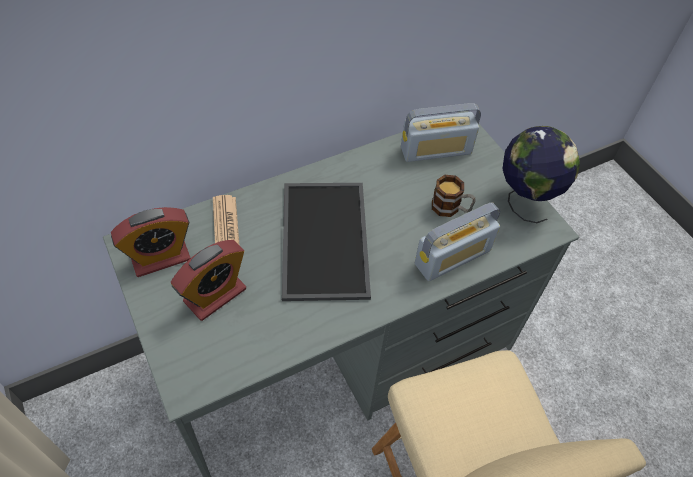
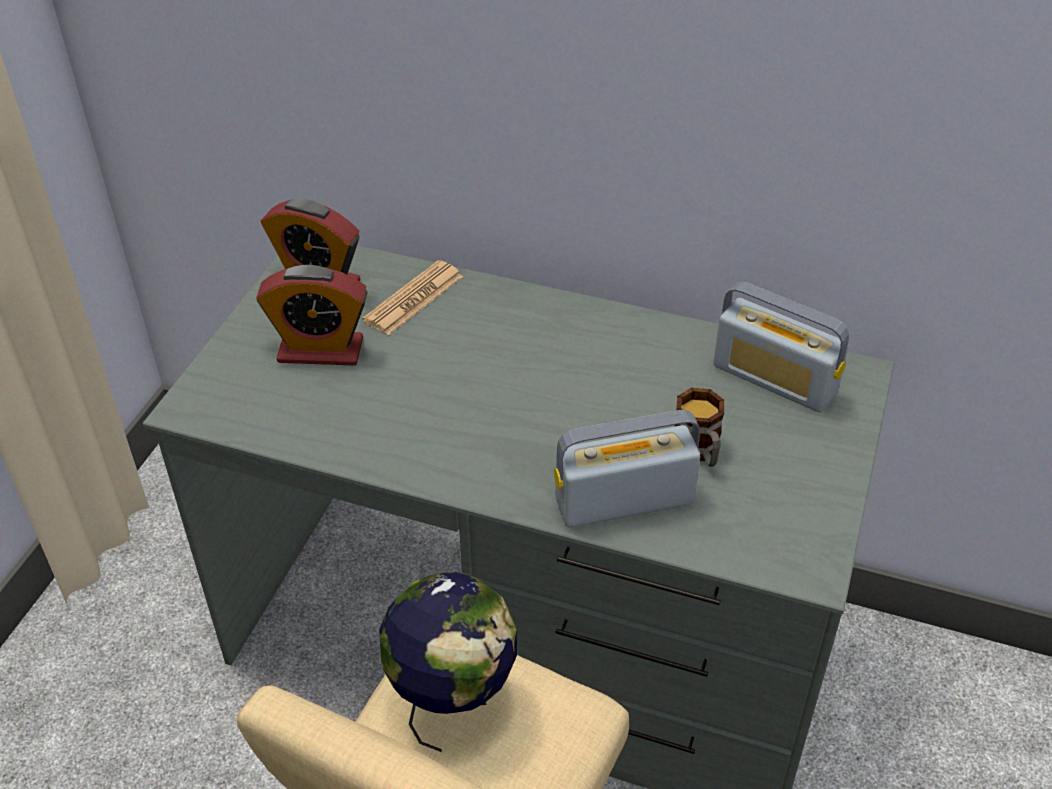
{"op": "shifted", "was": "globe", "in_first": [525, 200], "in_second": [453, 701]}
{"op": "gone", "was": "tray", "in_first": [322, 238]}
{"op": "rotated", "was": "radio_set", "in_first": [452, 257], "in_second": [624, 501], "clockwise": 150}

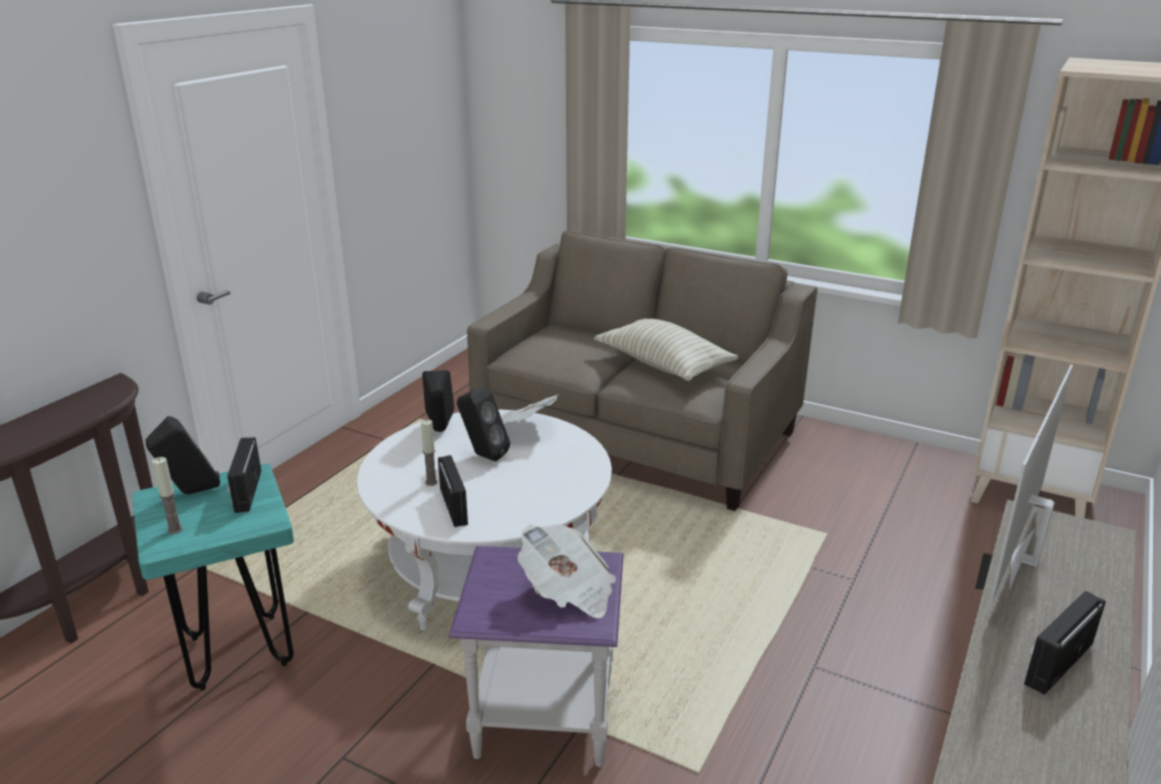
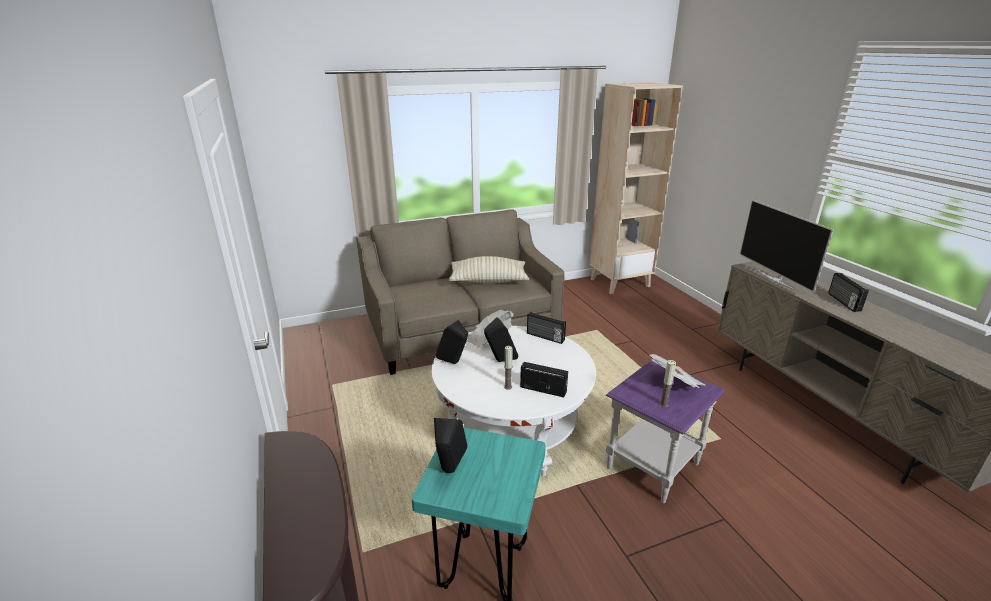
{"op": "shifted", "was": "radio_set", "in_first": [246, 491], "in_second": [545, 337]}
{"op": "shifted", "was": "wax_light", "in_first": [175, 530], "in_second": [663, 404]}

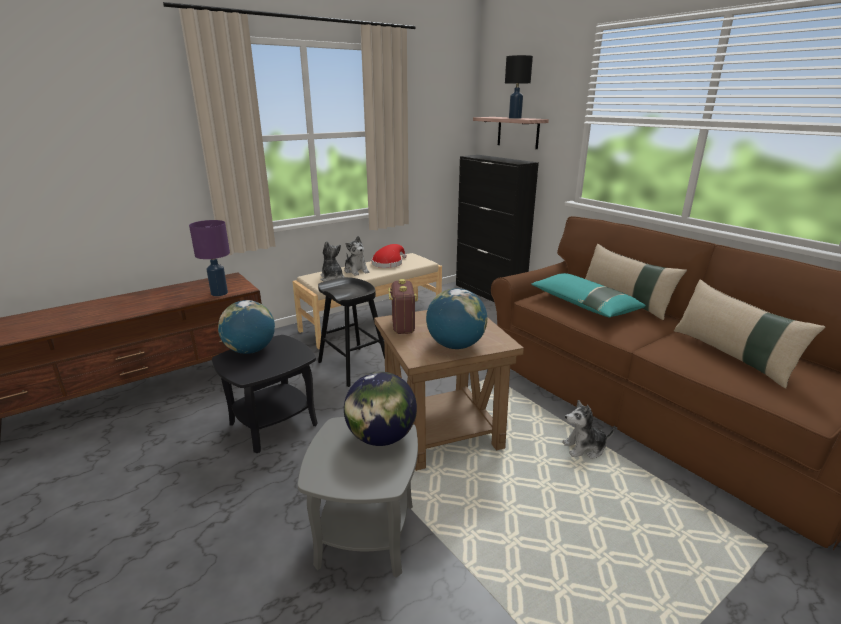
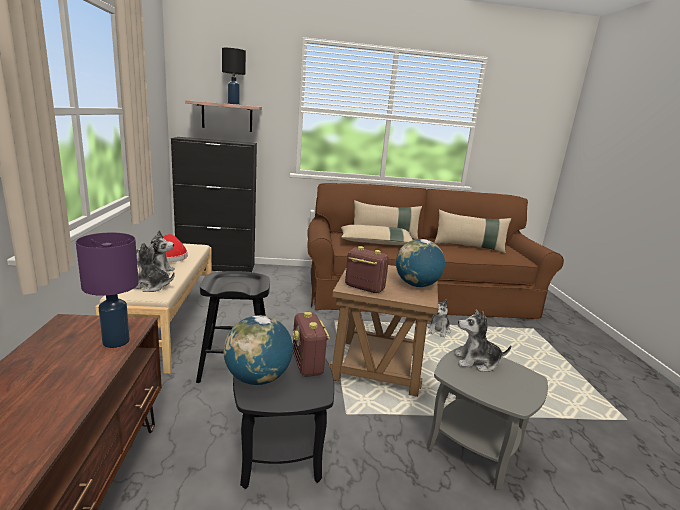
{"op": "repainted", "was": "turquoise-coloured_cushion", "now": "beige_cushion", "in_first": [583, 304], "in_second": [376, 243]}
{"op": "swapped", "was": "globe", "now": "cuddly_toy", "in_first": [381, 438], "in_second": [476, 362]}
{"op": "new", "now": "radio_set", "in_second": [307, 364]}

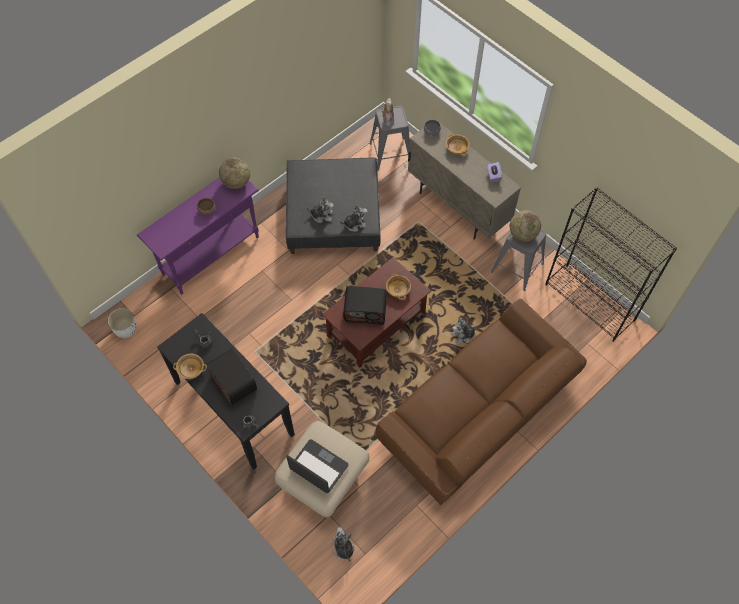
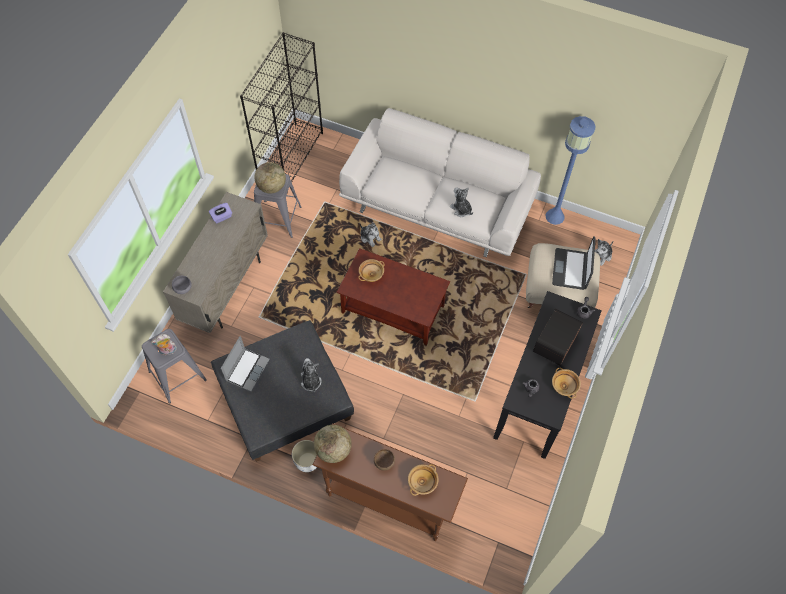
{"op": "shifted", "was": "beige_deep_dish", "in_first": [456, 148], "in_second": [422, 482]}
{"op": "repainted", "was": "purple_hall_table", "now": "brownish_hall_table", "in_first": [211, 255], "in_second": [388, 500]}
{"op": "shifted", "was": "cuddly_toy", "in_first": [354, 224], "in_second": [461, 209]}
{"op": "gone", "was": "radio_set", "in_first": [365, 311]}
{"op": "repainted", "was": "brownish_couch", "now": "white_couch", "in_first": [477, 413], "in_second": [438, 205]}
{"op": "shifted", "was": "white_plant_pot", "in_first": [125, 329], "in_second": [307, 461]}
{"op": "new", "now": "blue_standard_lamp", "in_second": [555, 216]}
{"op": "new", "now": "portable_computer", "in_second": [247, 369]}

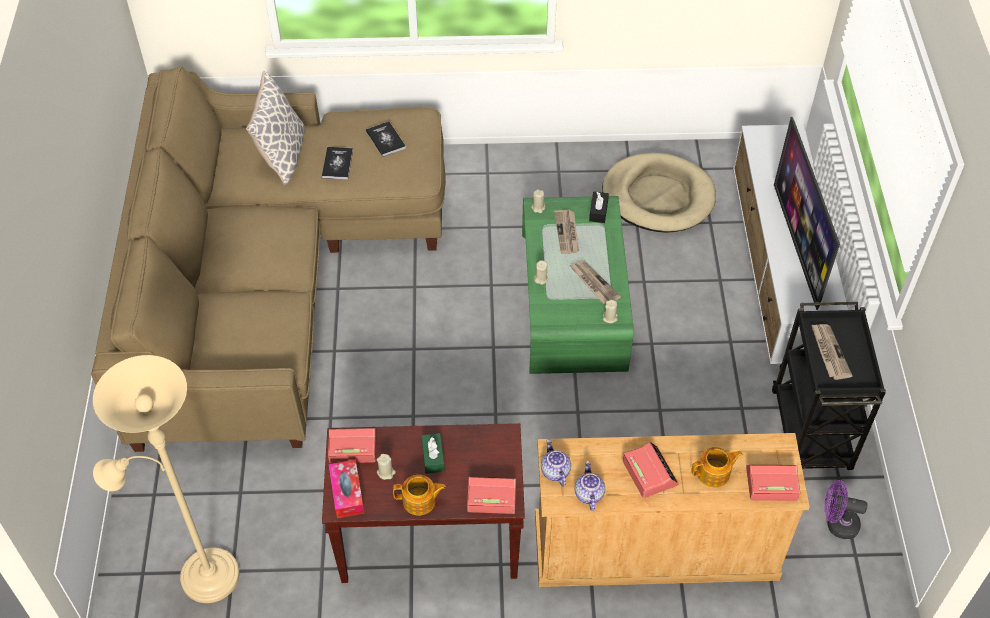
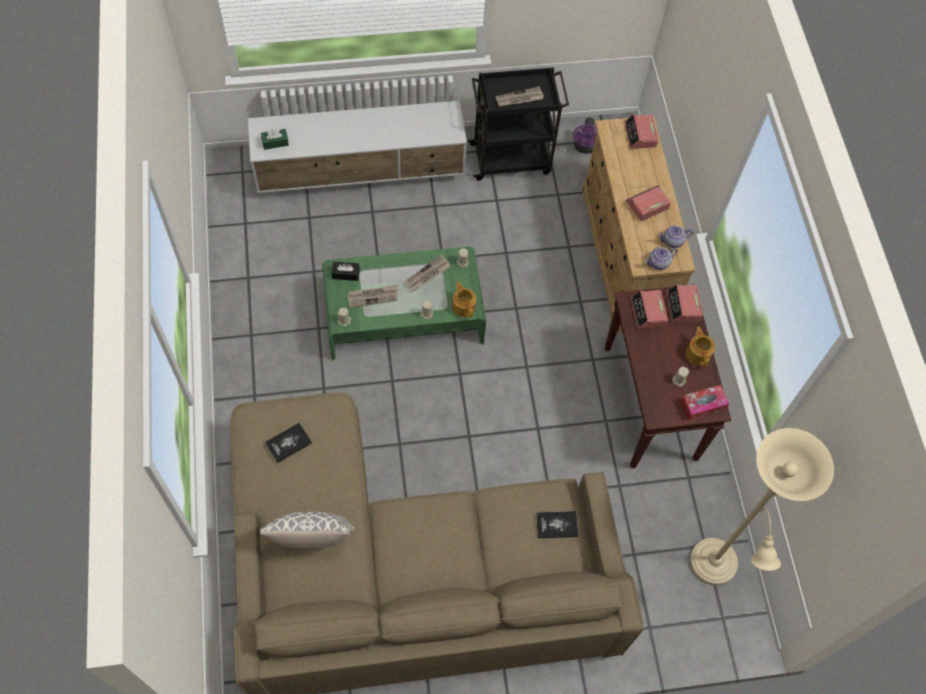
{"op": "gone", "was": "TV", "in_first": [797, 245]}
{"op": "shifted", "was": "volume", "in_first": [337, 164], "in_second": [556, 525]}
{"op": "gone", "was": "beige_pet_bed", "in_first": [658, 196]}
{"op": "shifted", "was": "alarm_clock", "in_first": [352, 447], "in_second": [648, 312]}
{"op": "shifted", "was": "greenish_tissue_box", "in_first": [433, 457], "in_second": [275, 142]}
{"op": "shifted", "was": "tea_pot", "in_first": [714, 473], "in_second": [463, 306]}

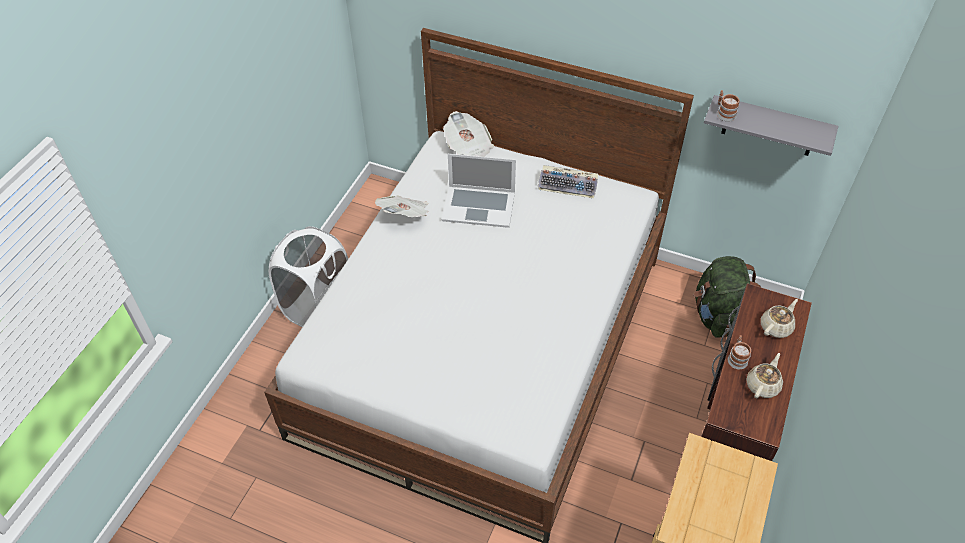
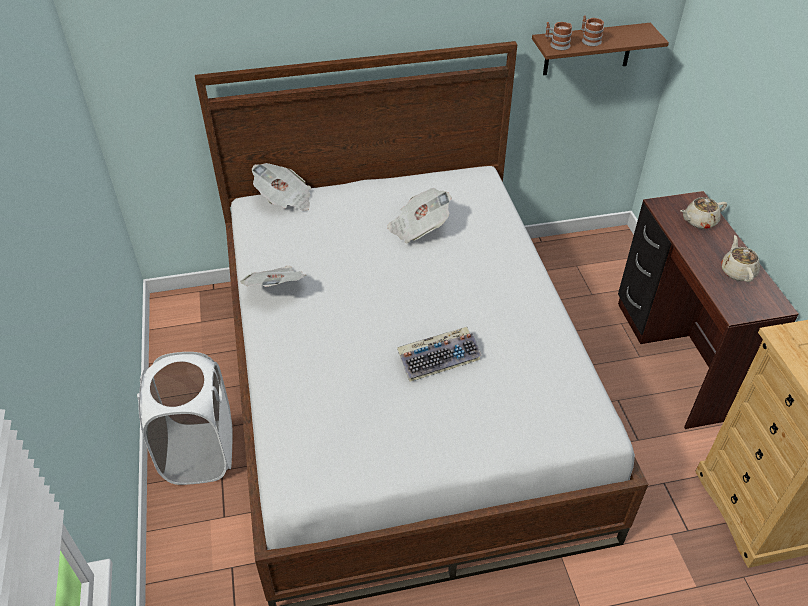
{"op": "repainted", "was": "grey_bracket_shelf", "now": "brownish_bracket_shelf", "in_first": [769, 127], "in_second": [588, 49]}
{"op": "gone", "was": "portable_computer", "in_first": [479, 206]}
{"op": "shifted", "was": "PC_keyboard", "in_first": [568, 185], "in_second": [439, 357]}
{"op": "gone", "was": "greenish_knapsack", "in_first": [717, 315]}
{"op": "rotated", "was": "beige_tea_pot", "in_first": [776, 327], "in_second": [699, 221], "clockwise": -120}
{"op": "shifted", "was": "tea_mug", "in_first": [737, 358], "in_second": [589, 40]}
{"op": "new", "now": "printed_paper", "in_second": [418, 228]}

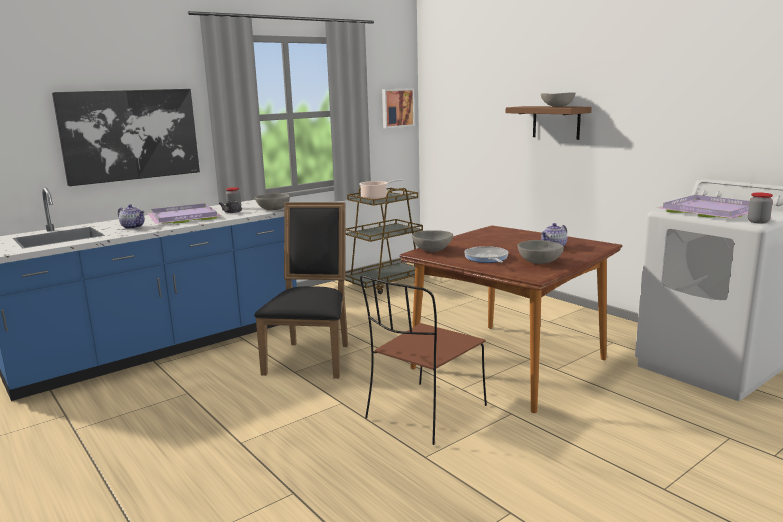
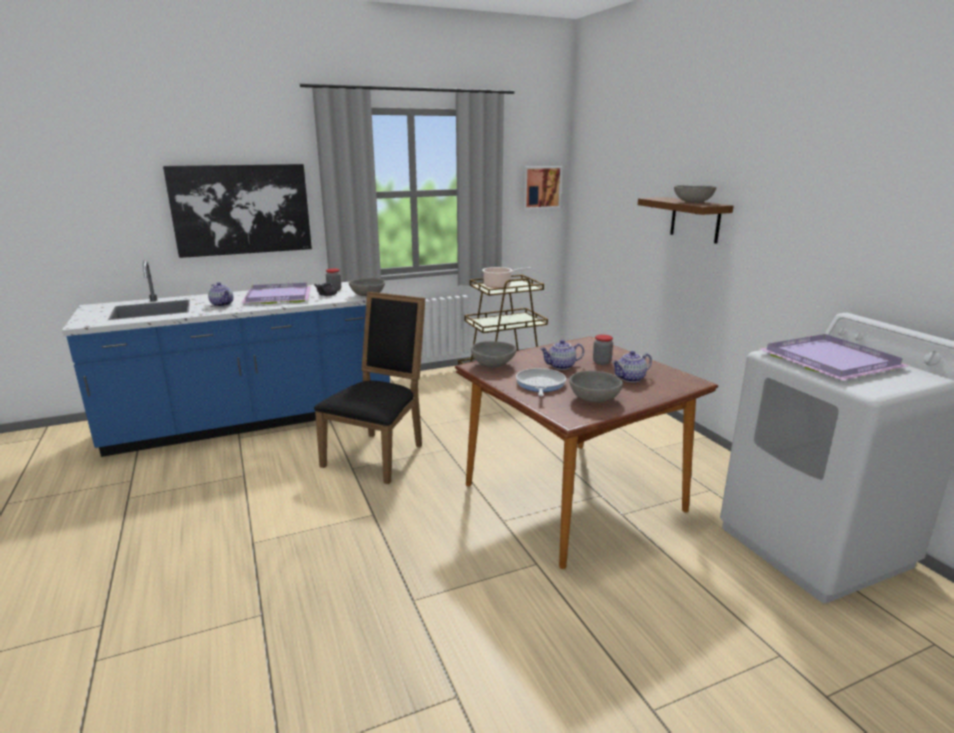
{"op": "shifted", "was": "preserve_jar", "in_first": [758, 222], "in_second": [602, 362]}
{"op": "gone", "was": "brownish_plain_chair", "in_first": [424, 413]}
{"op": "new", "now": "tea_pot", "in_second": [561, 366]}

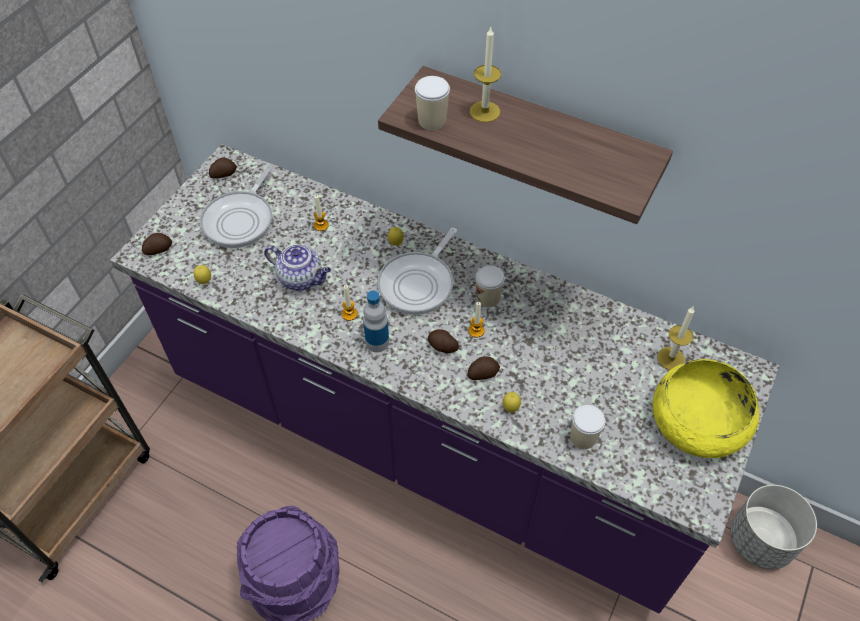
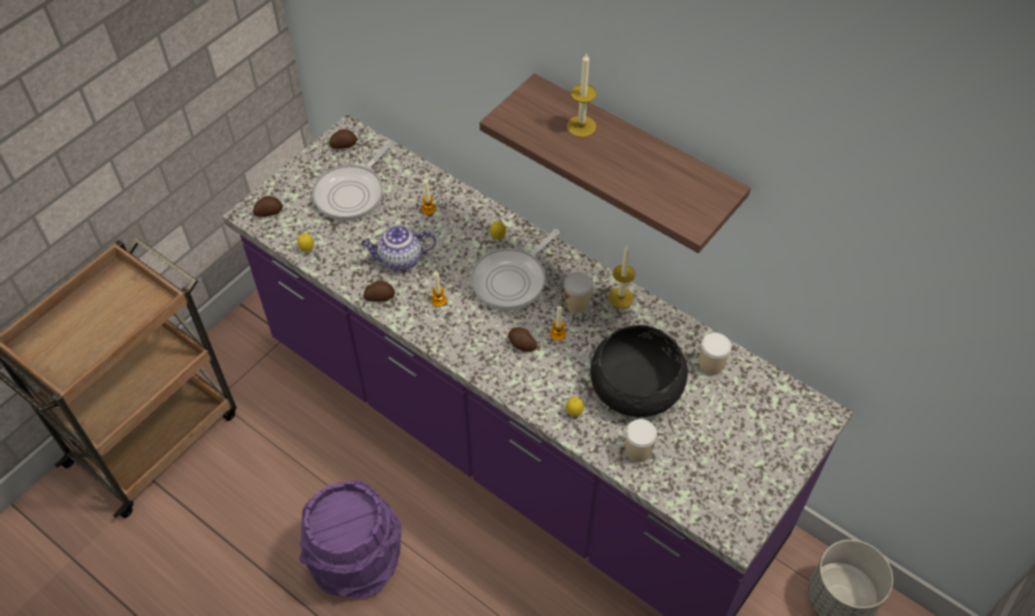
{"op": "shifted", "was": "small_cup", "in_first": [432, 120], "in_second": [711, 365]}
{"op": "rotated", "was": "tea_pot", "in_first": [302, 278], "in_second": [400, 259], "clockwise": 135}
{"op": "gone", "was": "beverage_bottle", "in_first": [377, 342]}
{"op": "shifted", "was": "wax_light", "in_first": [671, 358], "in_second": [620, 297]}
{"op": "shifted", "was": "potato", "in_first": [482, 373], "in_second": [379, 296]}
{"op": "gone", "was": "yellowish_deep_dish", "in_first": [698, 421]}
{"op": "new", "now": "black-coloured_deep_dish", "in_second": [636, 384]}

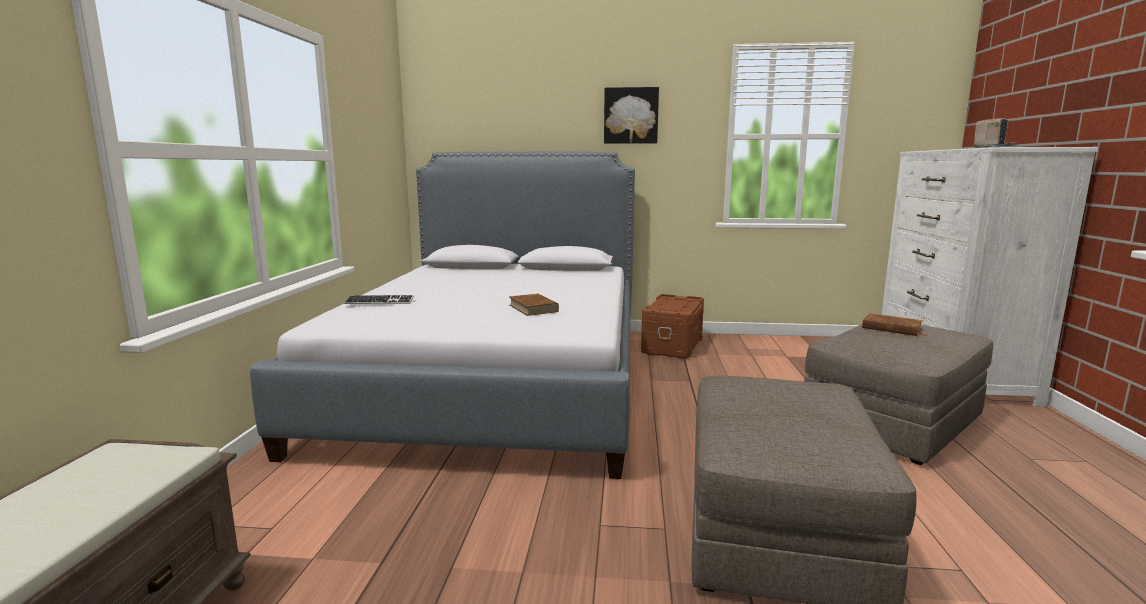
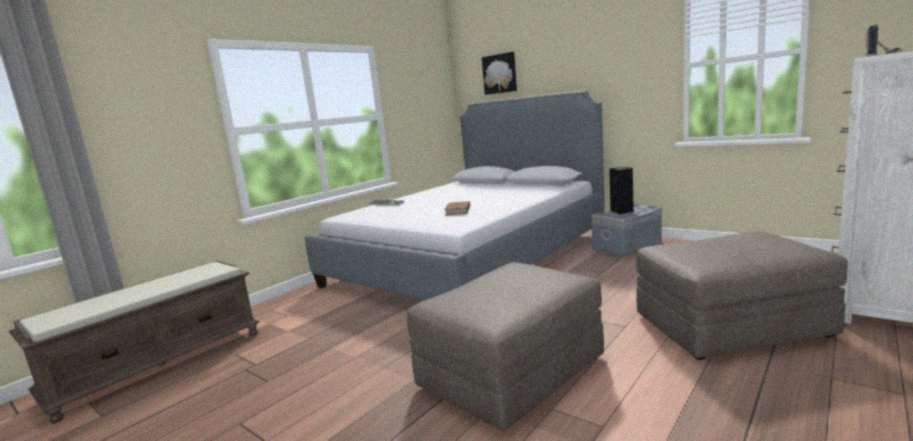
{"op": "shifted", "was": "wall_picture", "in_first": [631, 116], "in_second": [500, 73]}
{"op": "repainted", "was": "brownish_storage_bin", "now": "grey_storage_bin", "in_first": [673, 345], "in_second": [627, 246]}
{"op": "gone", "was": "brownish_volume", "in_first": [892, 328]}
{"op": "new", "now": "black-coloured_audio_speaker", "in_second": [622, 211]}

